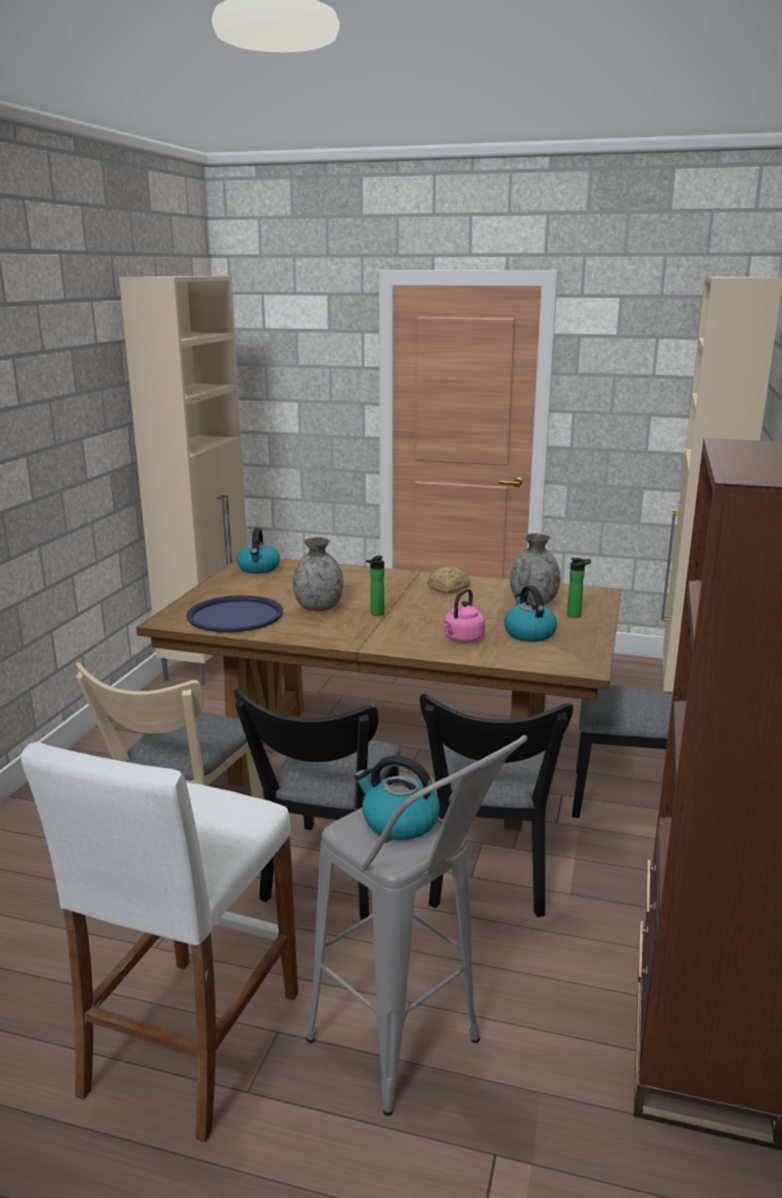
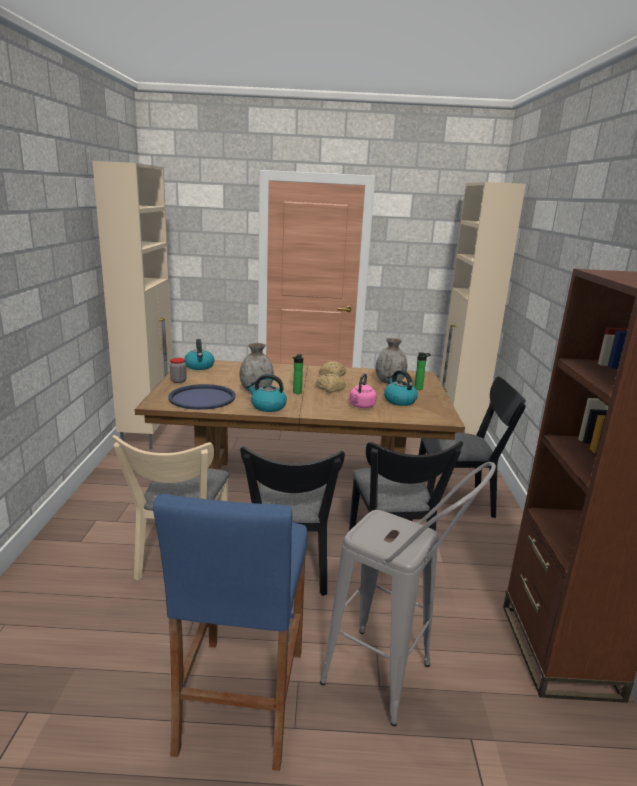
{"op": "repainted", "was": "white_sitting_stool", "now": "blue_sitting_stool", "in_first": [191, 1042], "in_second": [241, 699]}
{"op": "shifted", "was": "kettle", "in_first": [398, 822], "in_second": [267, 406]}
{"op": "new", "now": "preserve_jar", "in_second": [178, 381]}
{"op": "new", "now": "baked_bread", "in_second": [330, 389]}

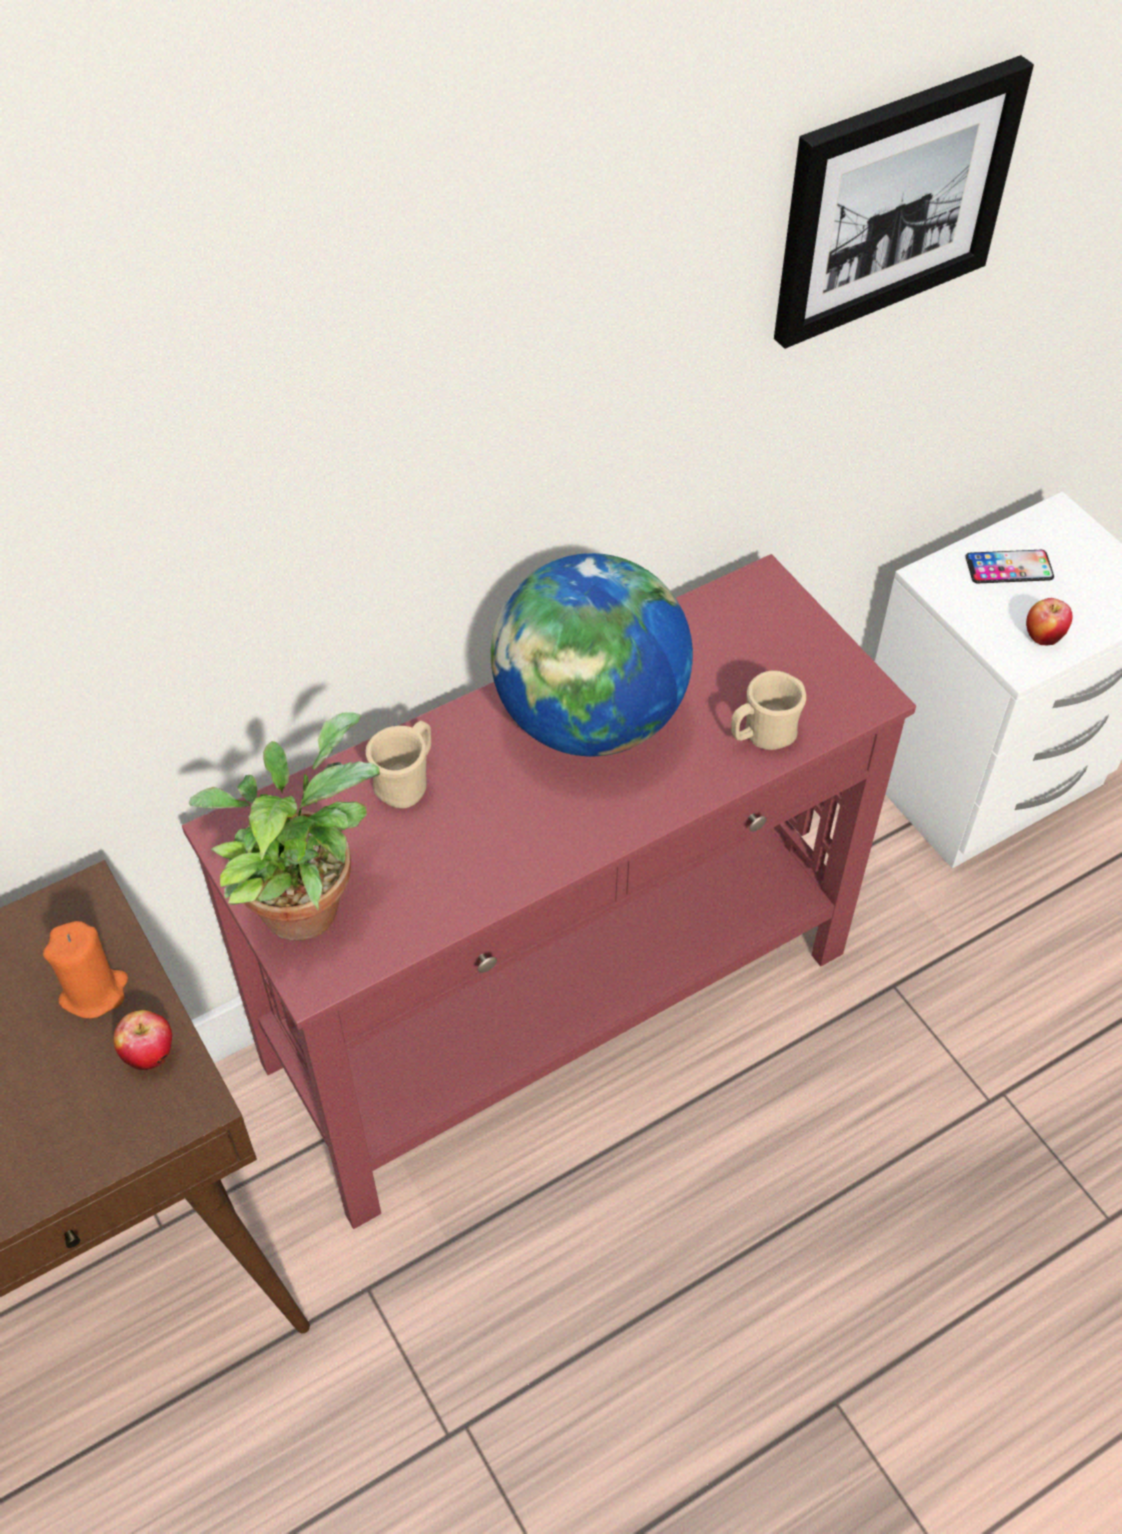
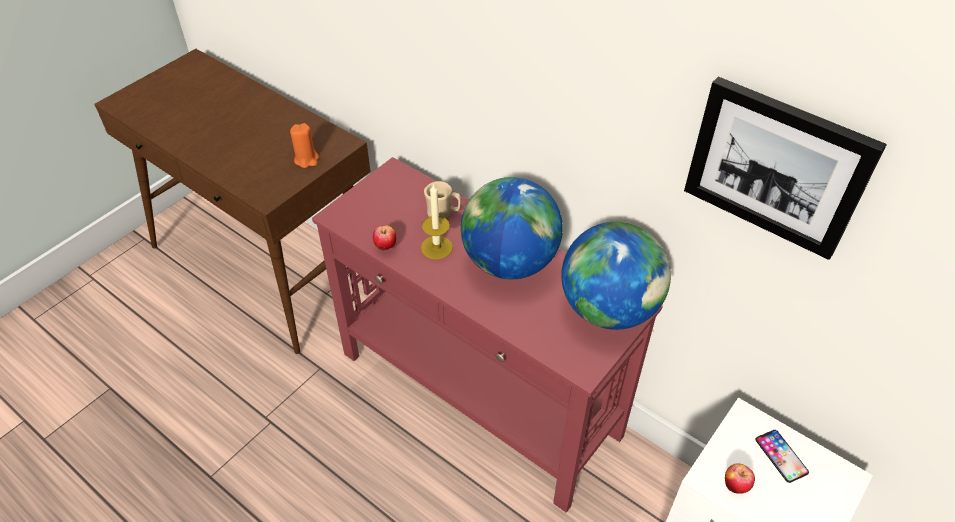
{"op": "gone", "was": "beige_tea_mug", "in_first": [762, 736]}
{"op": "gone", "was": "houseplant", "in_first": [303, 900]}
{"op": "shifted", "was": "apple", "in_first": [149, 1054], "in_second": [386, 247]}
{"op": "new", "now": "wax_light", "in_second": [436, 247]}
{"op": "new", "now": "globe", "in_second": [609, 309]}

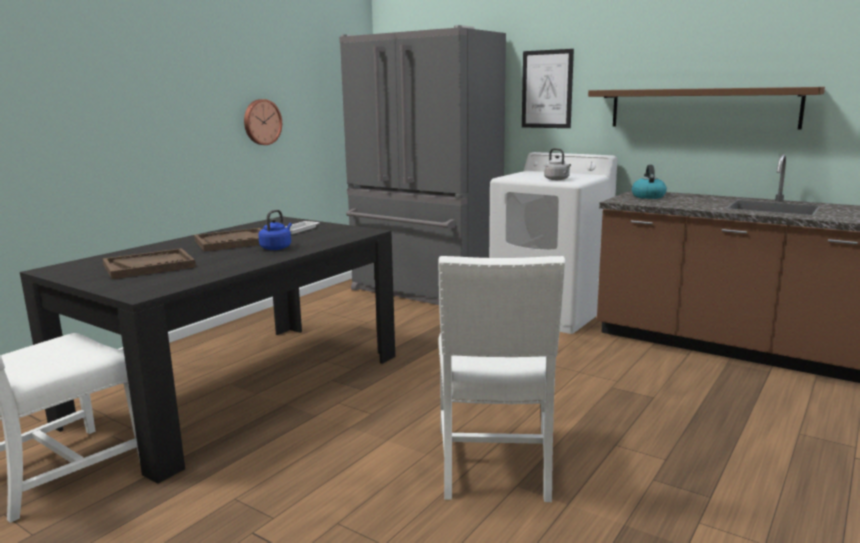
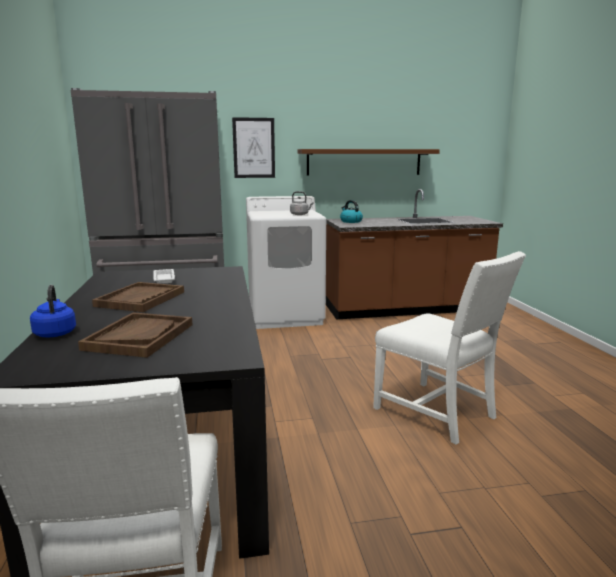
{"op": "gone", "was": "wall_clock", "in_first": [261, 122]}
{"op": "shifted", "was": "blue_kettle", "in_first": [277, 248], "in_second": [55, 333]}

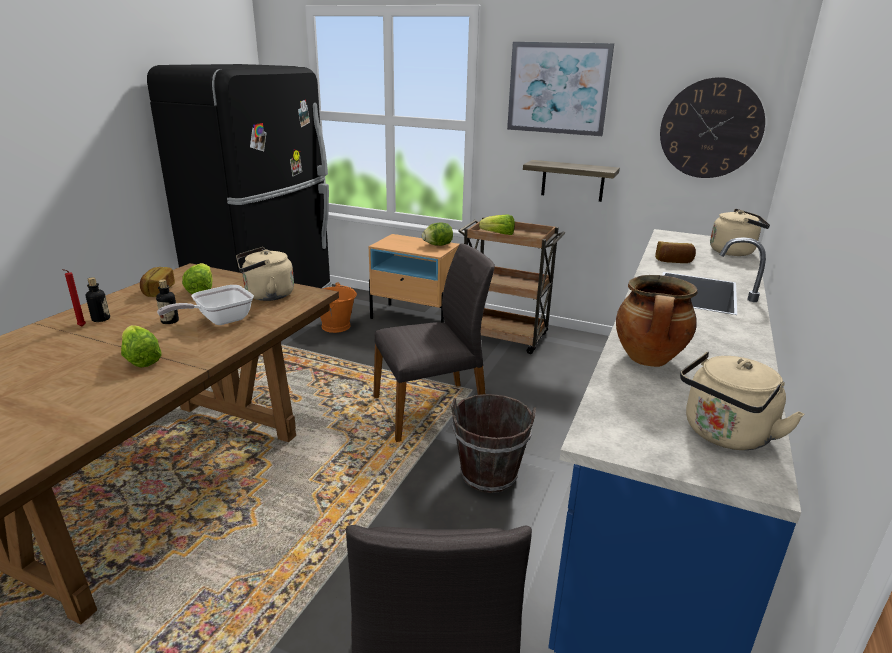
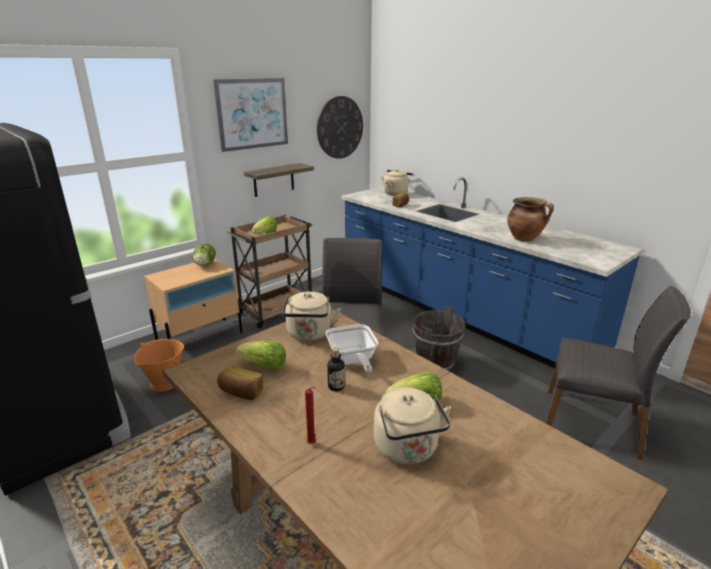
{"op": "gone", "was": "beverage_bottle", "in_first": [101, 319]}
{"op": "shifted", "was": "beige_kettle", "in_first": [724, 435], "in_second": [408, 450]}

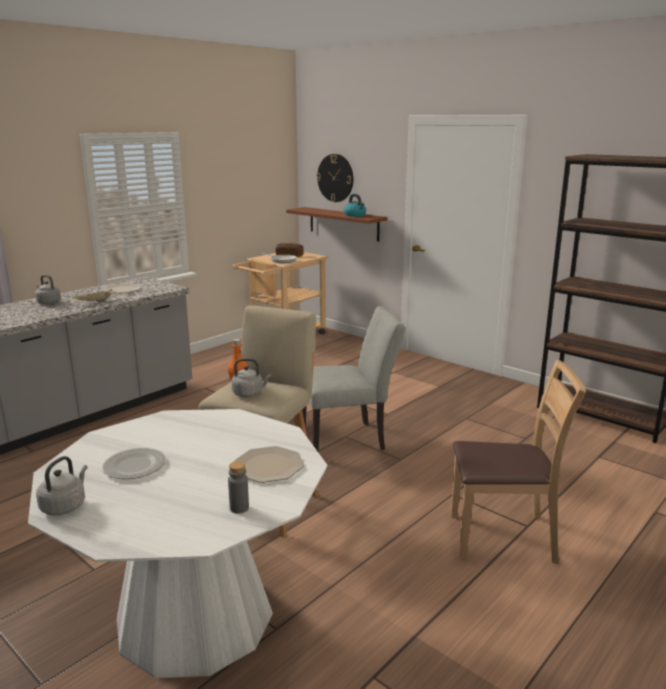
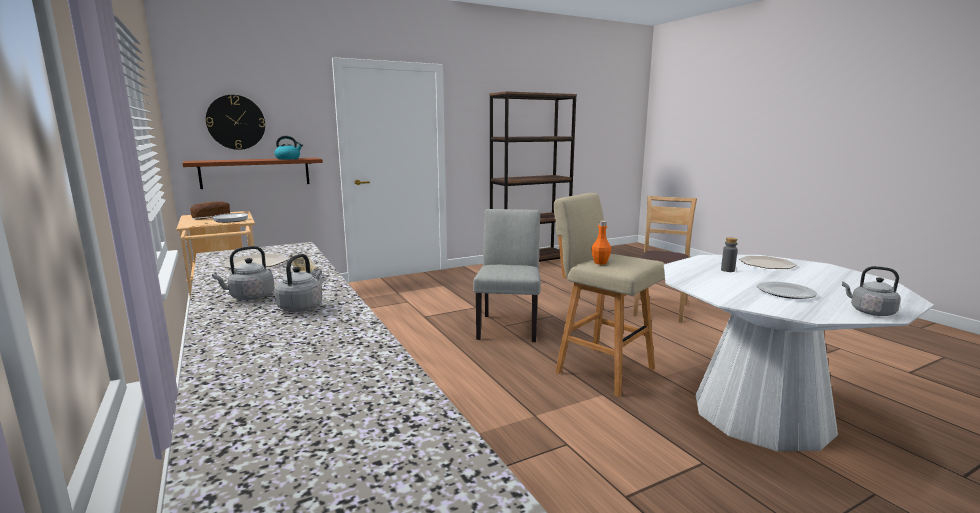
{"op": "shifted", "was": "grey_kettle", "in_first": [249, 393], "in_second": [302, 306]}
{"op": "shifted", "was": "grey_beverage_bottle", "in_first": [239, 508], "in_second": [727, 270]}

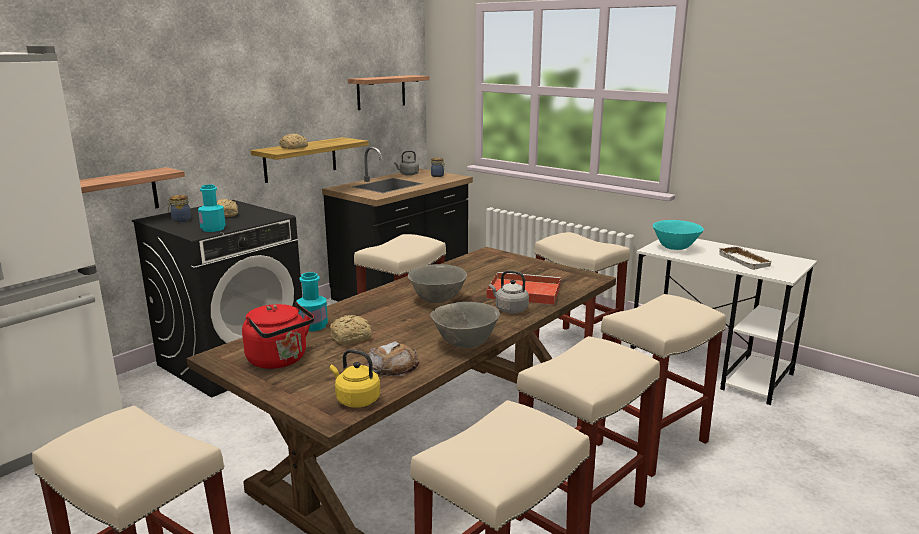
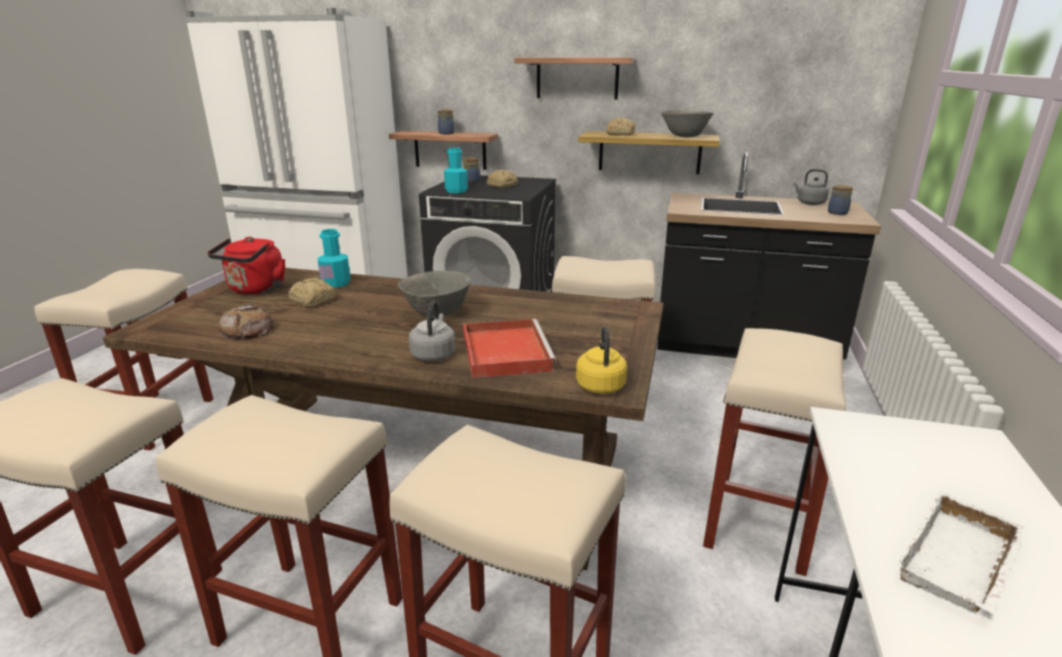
{"op": "shifted", "was": "bracket_shelf", "in_first": [381, 92], "in_second": [577, 78]}
{"op": "gone", "was": "turquoise-coloured_deep_dish", "in_first": [675, 248]}
{"op": "shifted", "was": "grey_deep_dish", "in_first": [465, 344], "in_second": [684, 137]}
{"op": "shifted", "was": "yellowish_kettle", "in_first": [356, 400], "in_second": [600, 385]}
{"op": "new", "now": "preserve_jar", "in_second": [446, 133]}

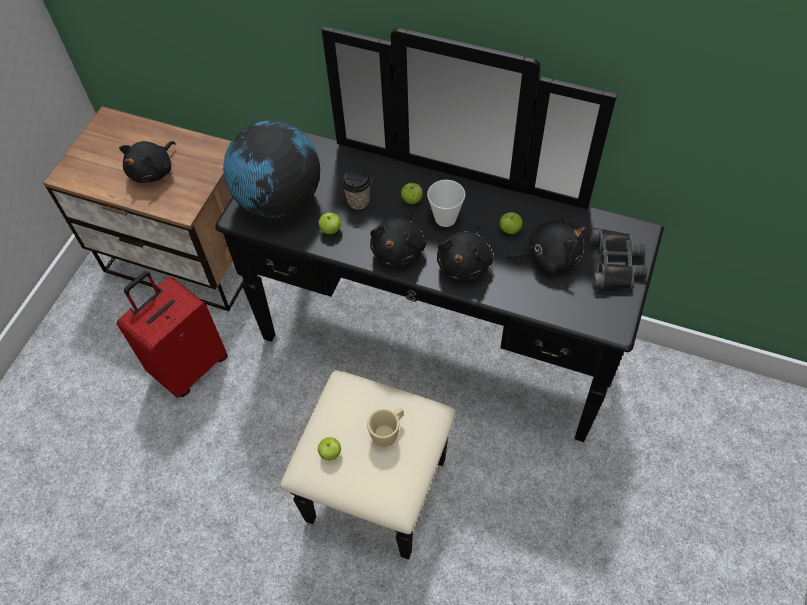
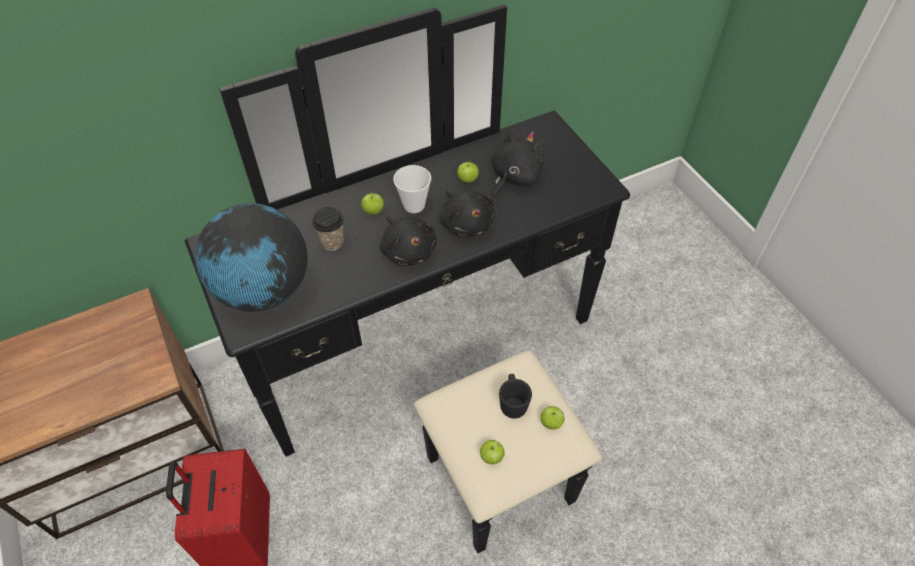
{"op": "gone", "was": "black-coloured_cuddly_toy", "in_first": [153, 171]}
{"op": "shifted", "was": "apple", "in_first": [331, 230], "in_second": [551, 423]}
{"op": "gone", "was": "black-coloured_binoculars", "in_first": [615, 263]}
{"op": "repainted", "was": "beige_tea_mug", "now": "black-coloured_tea_mug", "in_first": [388, 432], "in_second": [512, 403]}

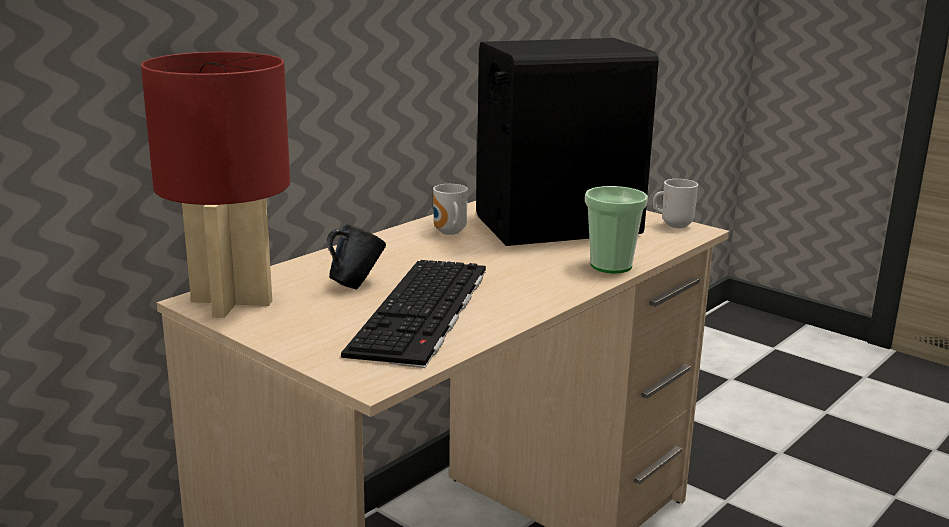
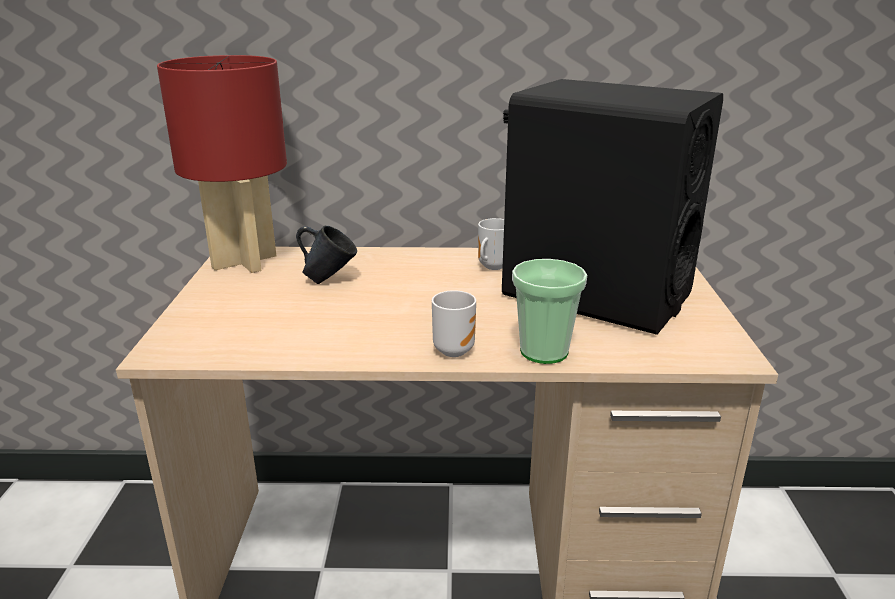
{"op": "shifted", "was": "tea_mug", "in_first": [674, 225], "in_second": [453, 349]}
{"op": "gone", "was": "PC_keyboard", "in_first": [423, 312]}

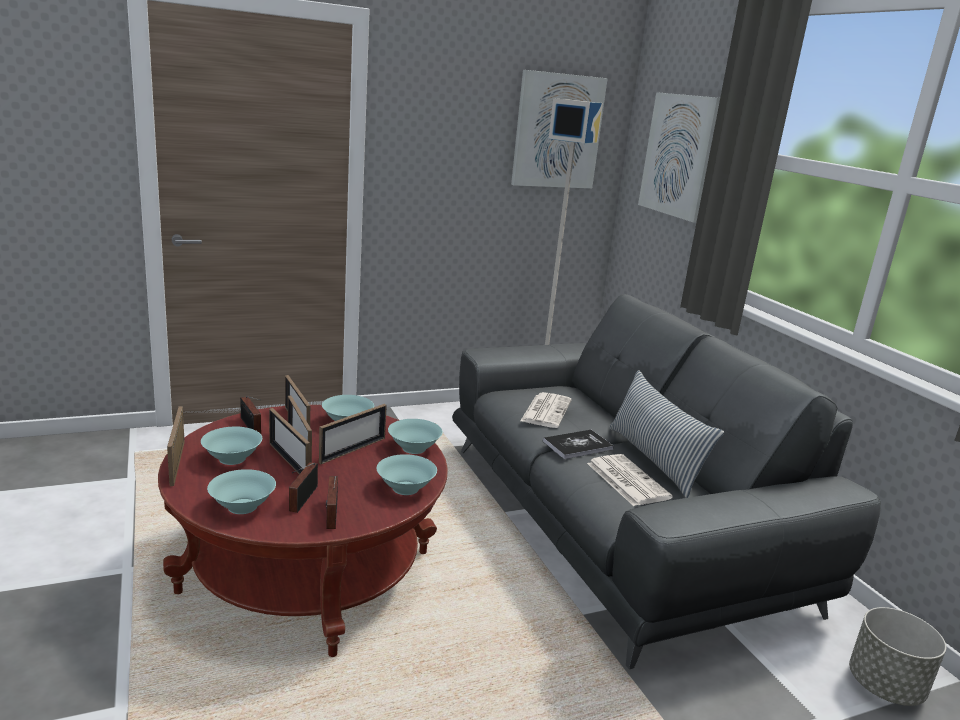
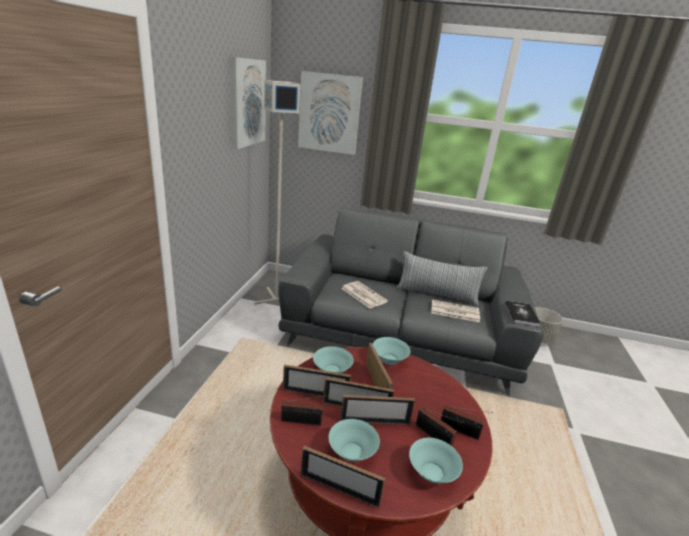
{"op": "shifted", "was": "volume", "in_first": [577, 445], "in_second": [521, 314]}
{"op": "gone", "was": "turquoise-coloured_deep_dish", "in_first": [405, 488]}

